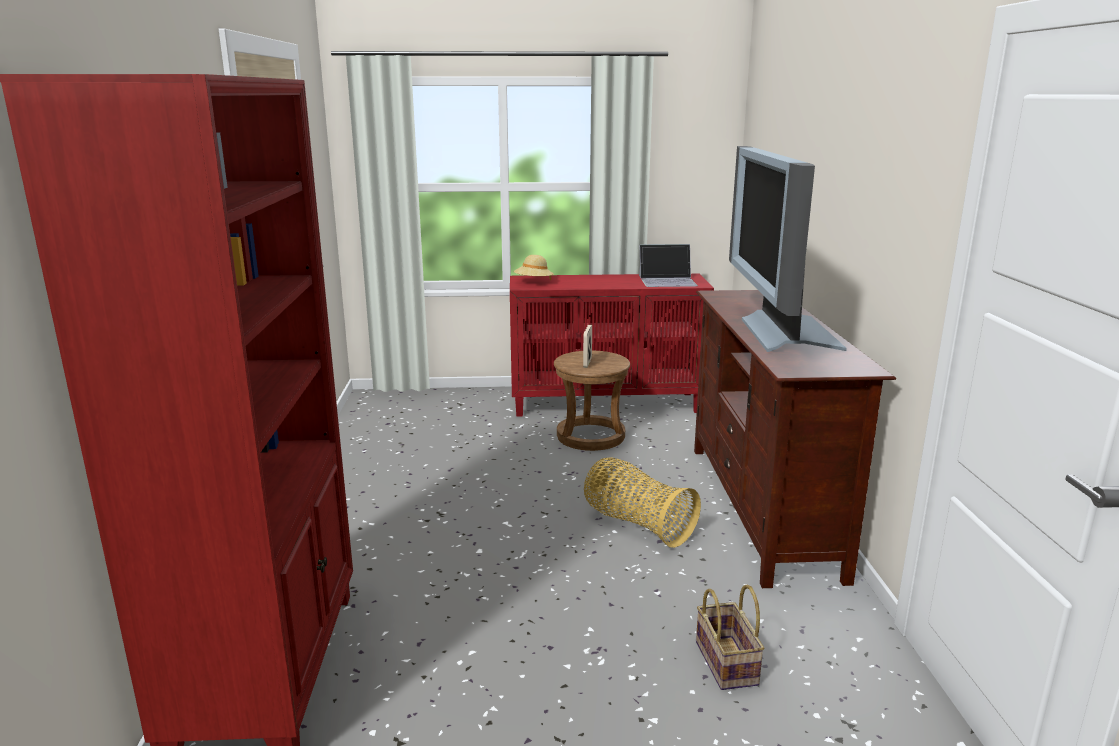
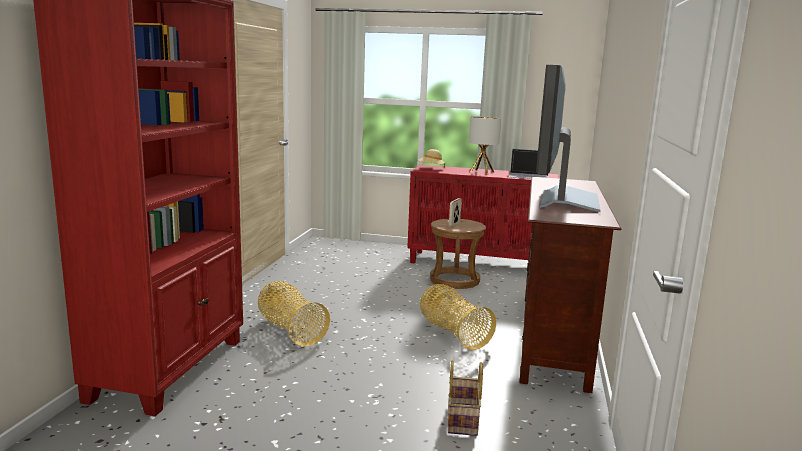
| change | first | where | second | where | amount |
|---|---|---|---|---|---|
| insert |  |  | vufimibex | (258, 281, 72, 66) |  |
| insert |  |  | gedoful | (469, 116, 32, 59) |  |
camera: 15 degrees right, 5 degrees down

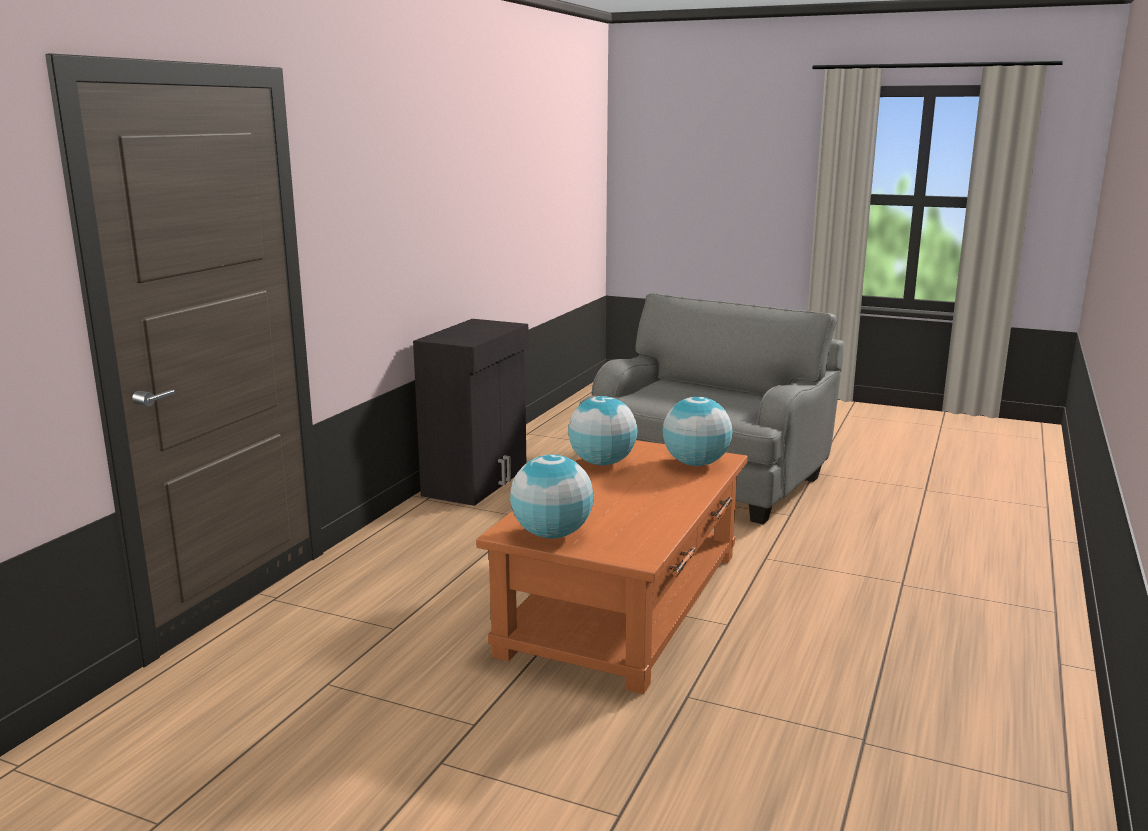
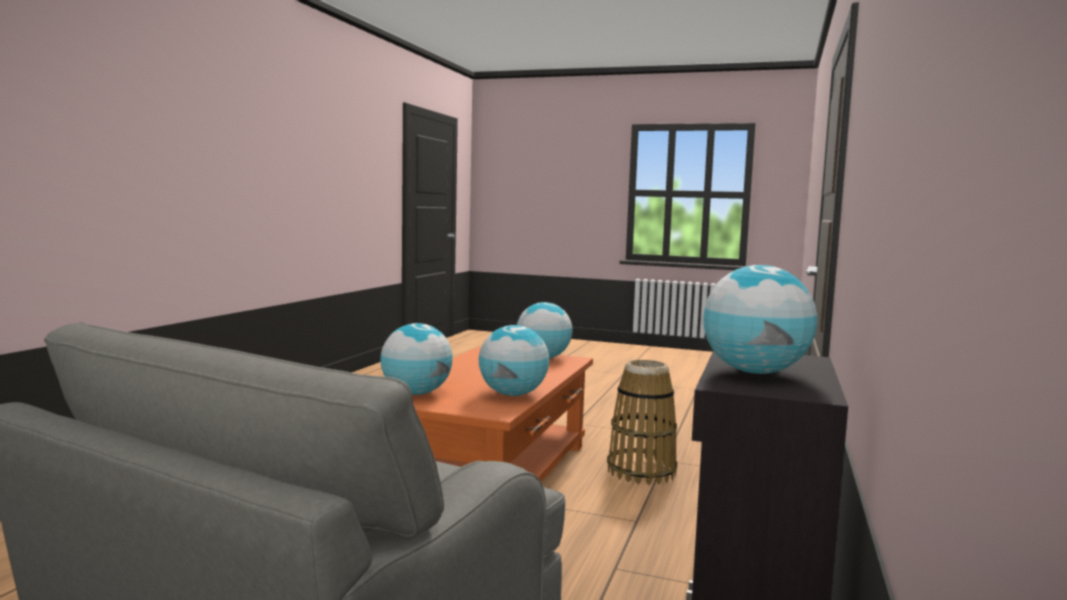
| change | first | where | second | where | amount |
|---|---|---|---|---|---|
| insert |  |  | vufimibex | (607, 360, 70, 125) |  |
| insert |  |  | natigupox | (703, 265, 114, 109) |  |
camera: 175 degrees right, 10 degrees down

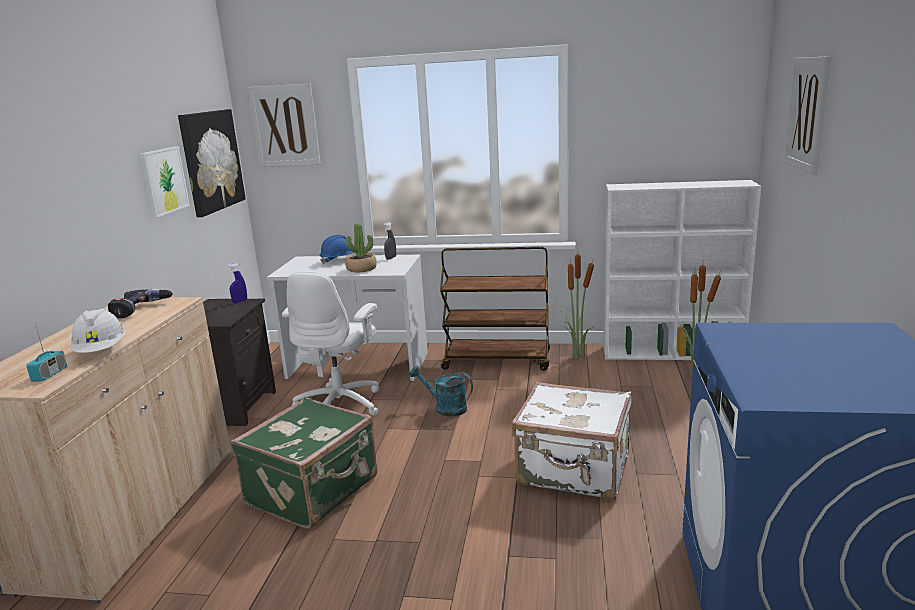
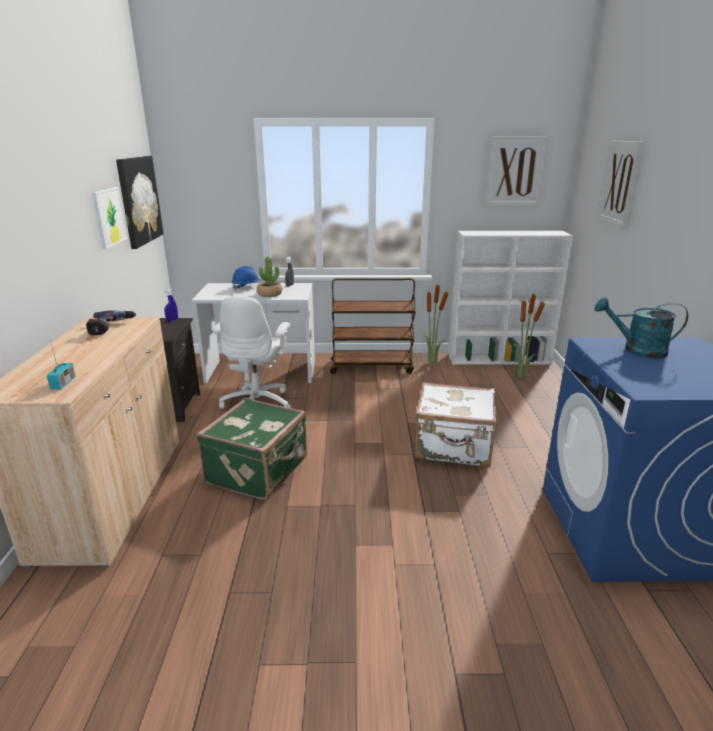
| change | first | where | second | where | amount |
|---|---|---|---|---|---|
| move | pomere | (248, 84, 73, 83) |  | (486, 137, 62, 69) |  |
| move | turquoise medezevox | (410, 366, 63, 51) |  | (594, 297, 94, 61) |  |
| delete | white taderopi | (70, 309, 56, 44) |  |  |  |
camera: 10 degrees left, 5 degrees up

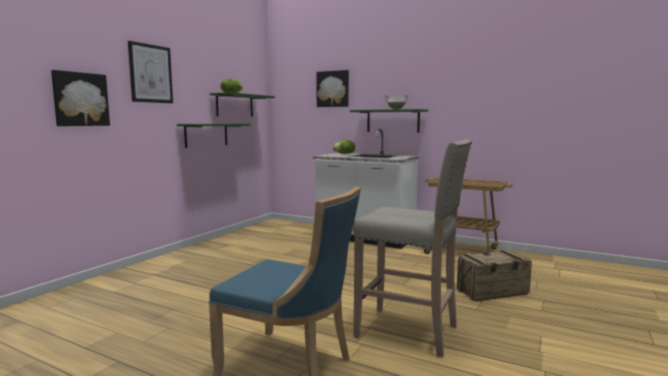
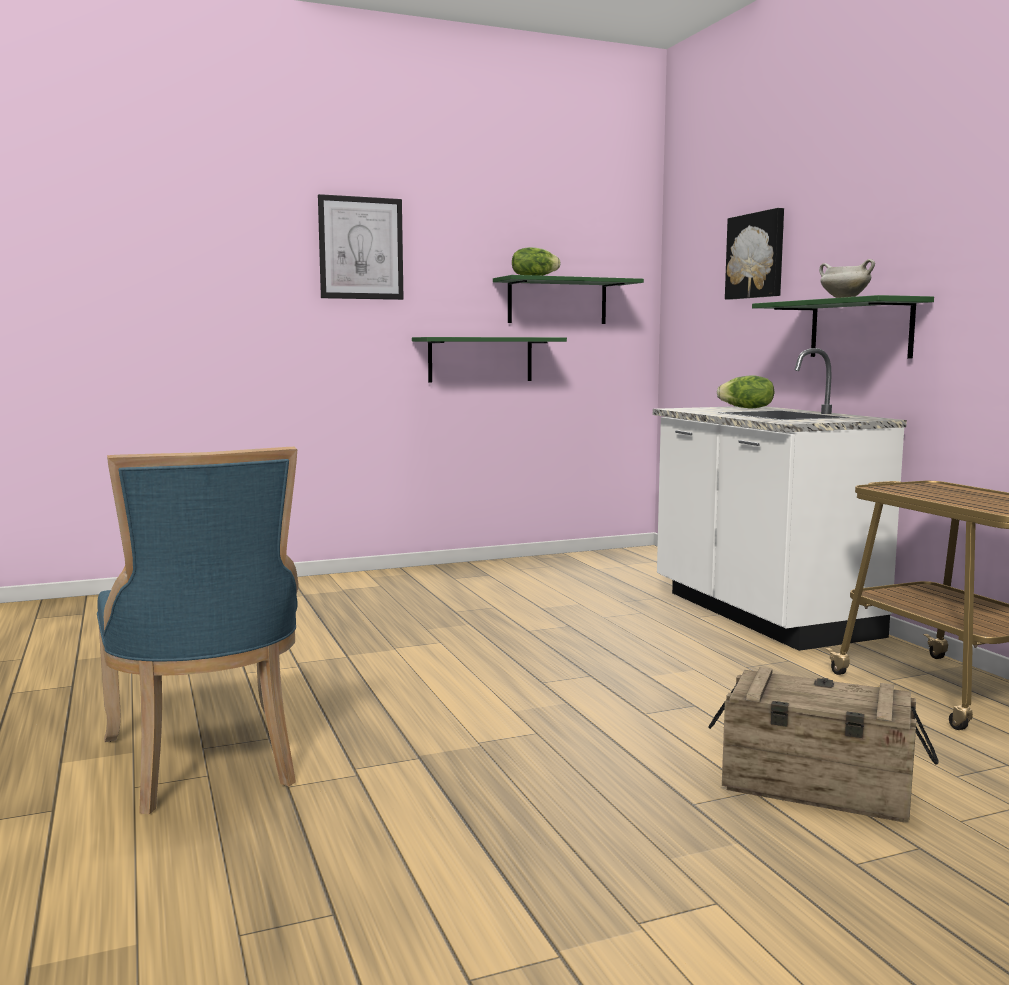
| change | first | where | second | where | amount |
|---|---|---|---|---|---|
| delete | pomere | (51, 70, 59, 56) |  |  |  |
| delete | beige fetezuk | (353, 139, 119, 219) |  |  |  |
camera: 40 degrees right, 0 degrees up

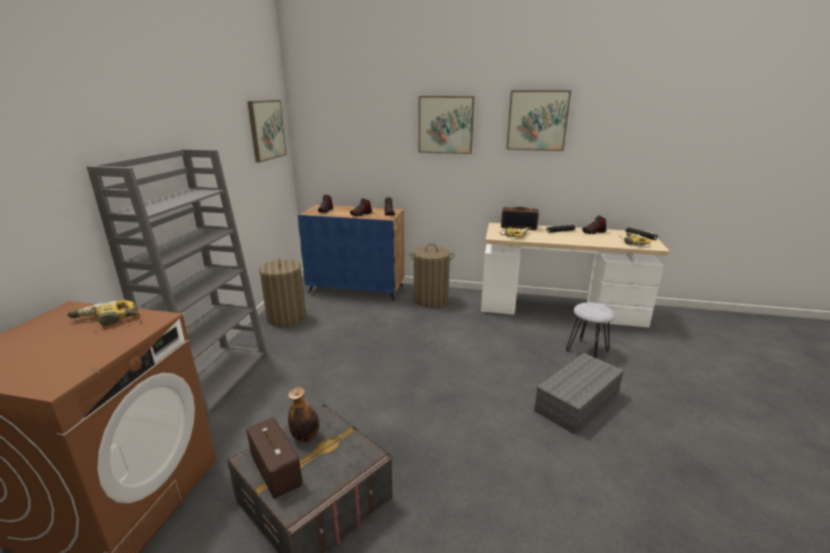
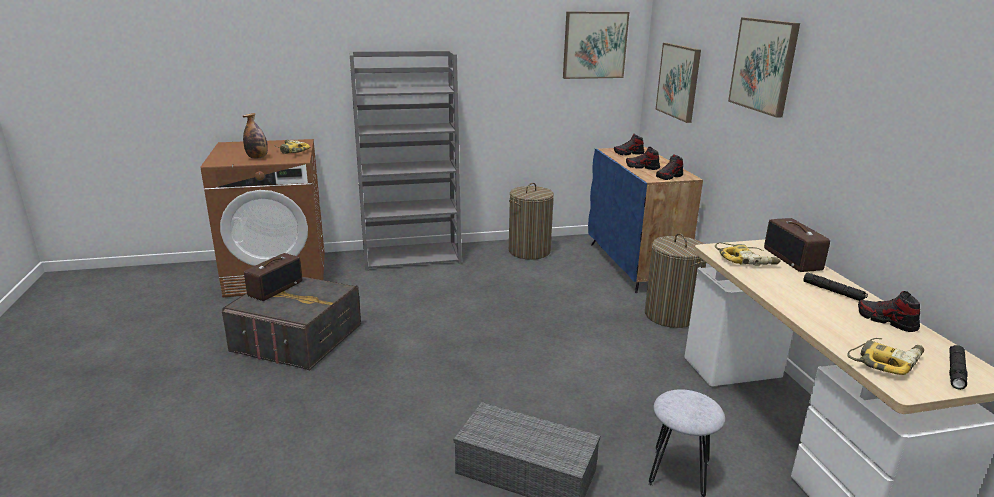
| change | first | where | second | where | amount |
|---|---|---|---|---|---|
| move | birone | (288, 387, 31, 55) |  | (243, 113, 25, 46) |  |
| move | pomere | (506, 90, 65, 61) |  | (655, 43, 46, 80) |  |
camera: 65 degrees right, 0 degrees up

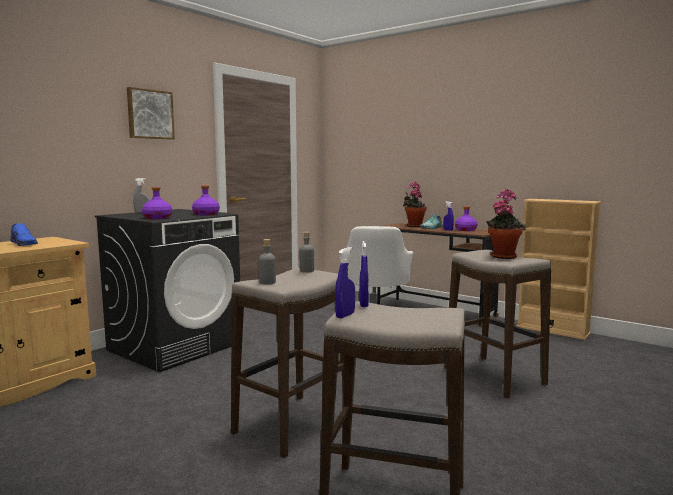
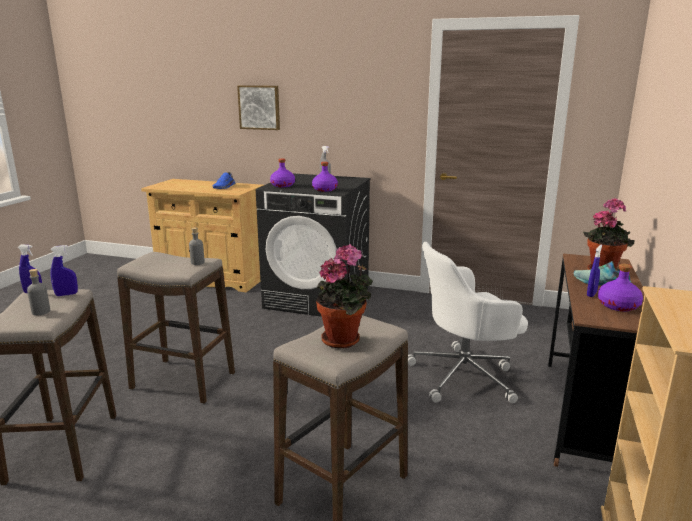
| change | first | where | second | where | amount |
|---|---|---|---|---|---|
| move | grey birone | (259, 239, 17, 46) |  | (27, 269, 23, 46) |  |
| move | pomere | (127, 87, 48, 53) |  | (237, 85, 43, 45) |  |
camera: 70 degrees right, 10 degrees up

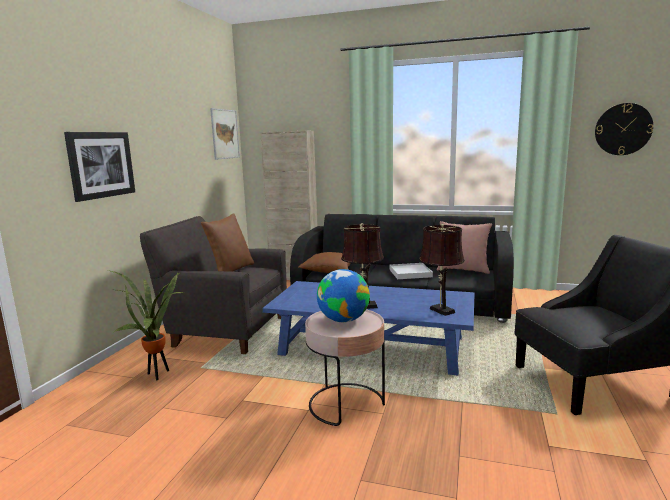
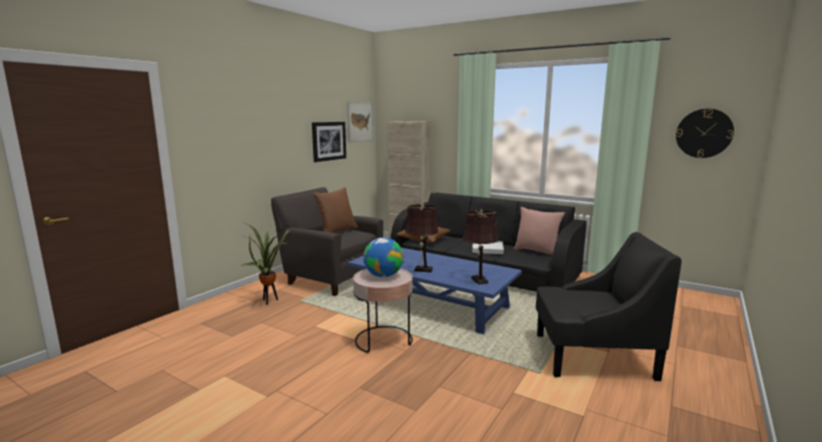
| change | first | where | second | where | amount |
|---|---|---|---|---|---|
| move | pomere | (64, 132, 71, 70) |  | (312, 122, 34, 40) |  |
camera: 15 degrees right, 0 degrees up

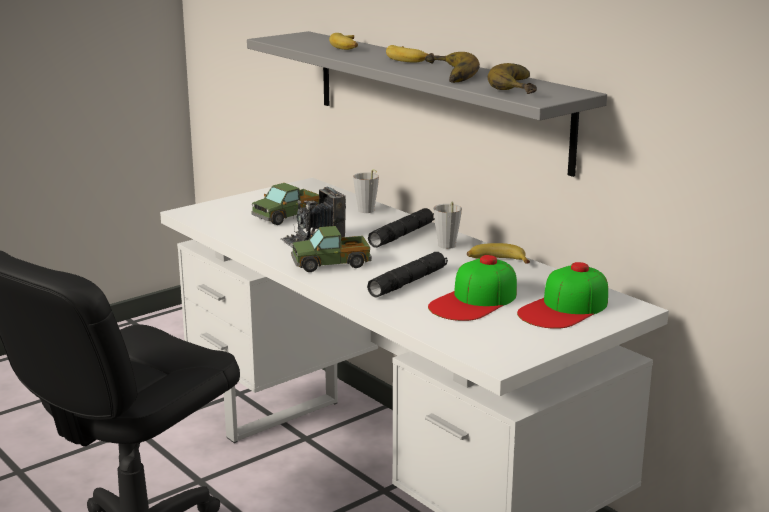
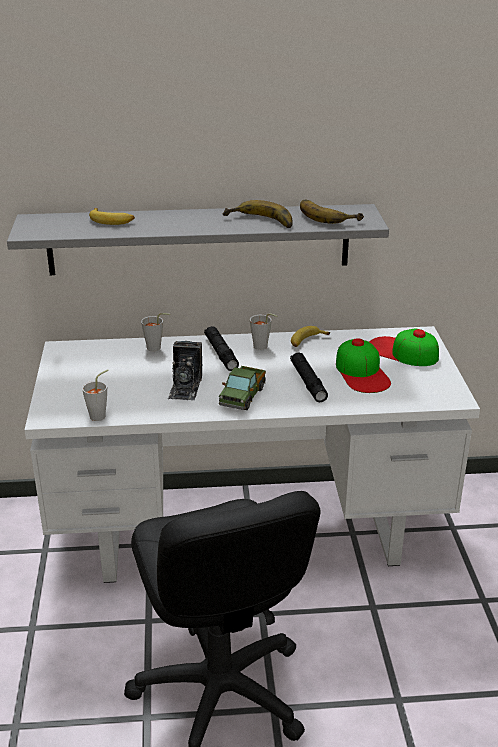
| change | first | where | second | where | amount |
|---|---|---|---|---|---|
| insert |  |  | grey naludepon | (82, 369, 27, 52) |  |
| rotate | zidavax | (517, 262, 91, 67) |  | (369, 329, 70, 37) | 135 degrees clockwise |
| delete | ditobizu | (252, 183, 67, 42) |  |  |  |
| delete | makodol | (386, 45, 43, 18) |  |  |  |
camera: 55 degrees left, 10 degrees up

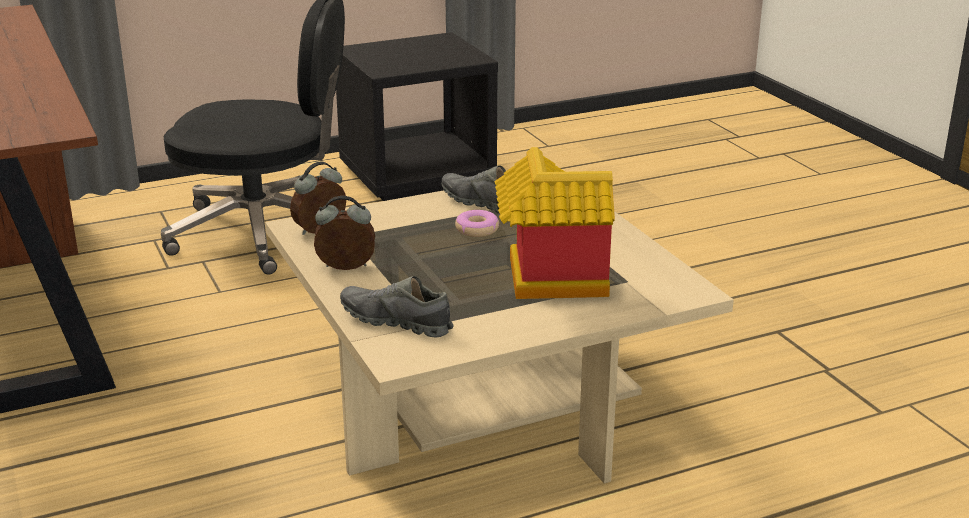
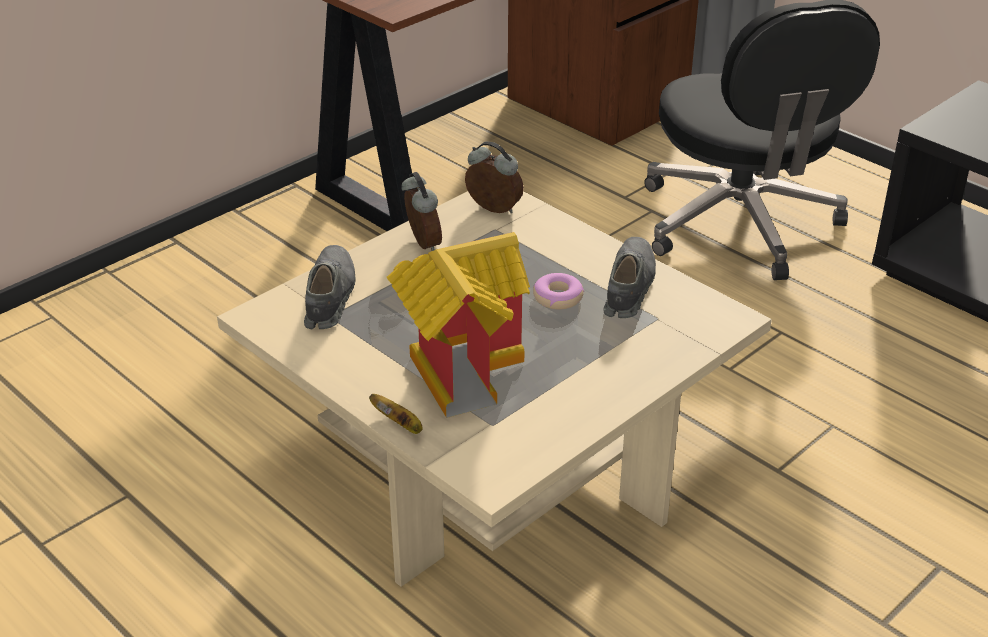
| change | first | where | second | where | amount |
|---|---|---|---|---|---|
| insert |  |  | makodol | (369, 394, 54, 40) |  |
camera: 70 degrees right, 10 degrees up

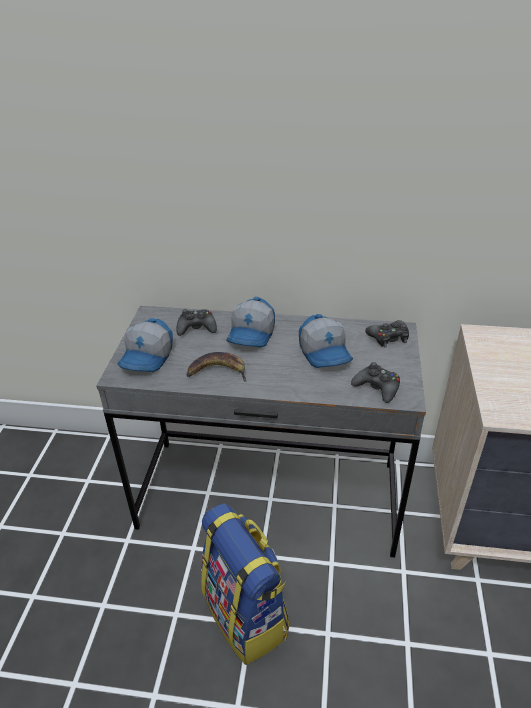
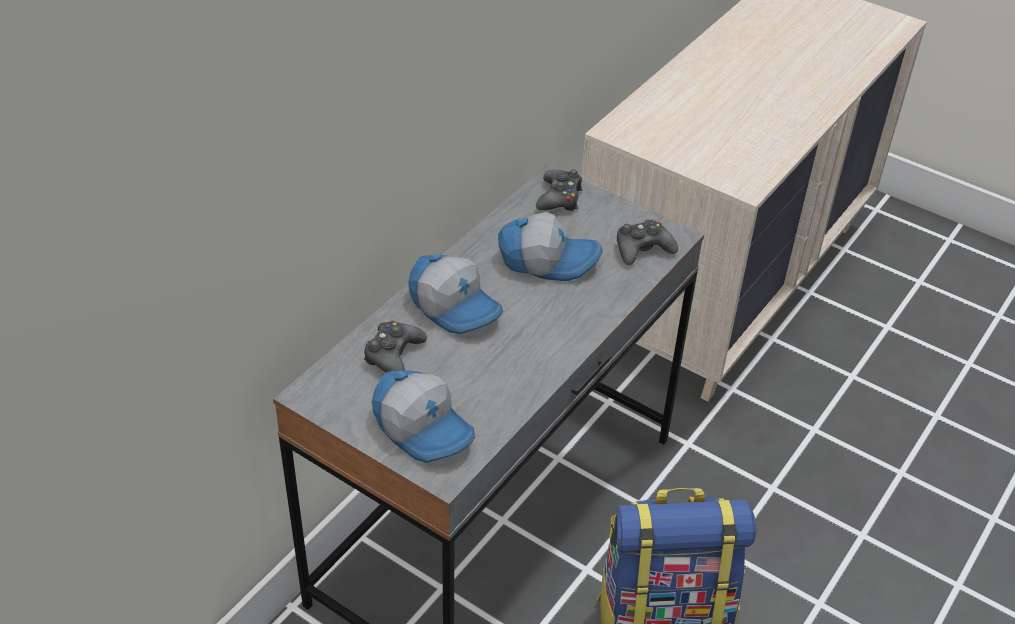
| change | first | where | second | where | amount |
|---|---|---|---|---|---|
| delete | makodol | (186, 352, 61, 30) |  |  |  |
camera: 65 degrees left, 5 degrees up

